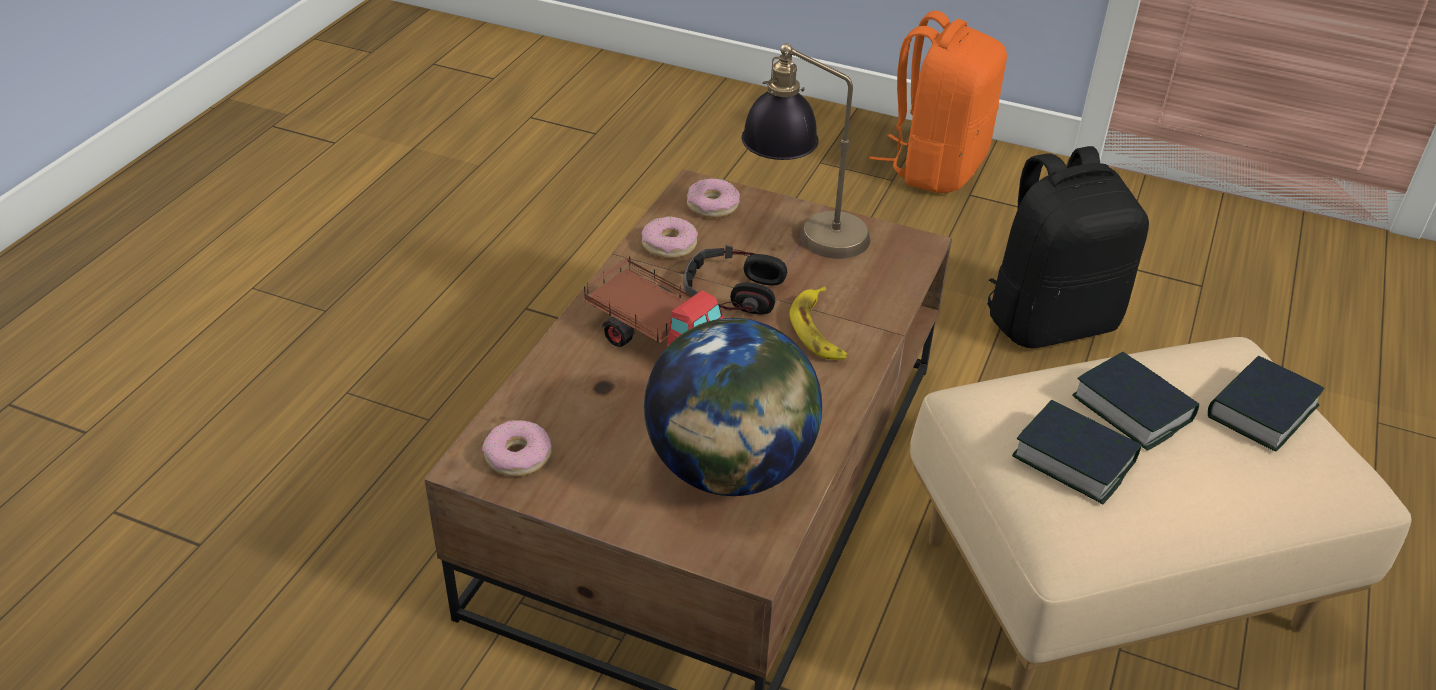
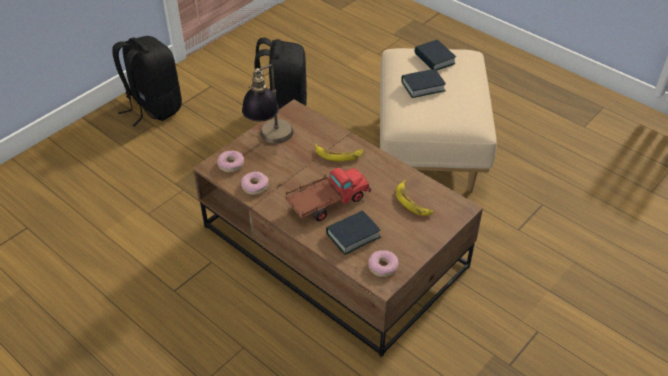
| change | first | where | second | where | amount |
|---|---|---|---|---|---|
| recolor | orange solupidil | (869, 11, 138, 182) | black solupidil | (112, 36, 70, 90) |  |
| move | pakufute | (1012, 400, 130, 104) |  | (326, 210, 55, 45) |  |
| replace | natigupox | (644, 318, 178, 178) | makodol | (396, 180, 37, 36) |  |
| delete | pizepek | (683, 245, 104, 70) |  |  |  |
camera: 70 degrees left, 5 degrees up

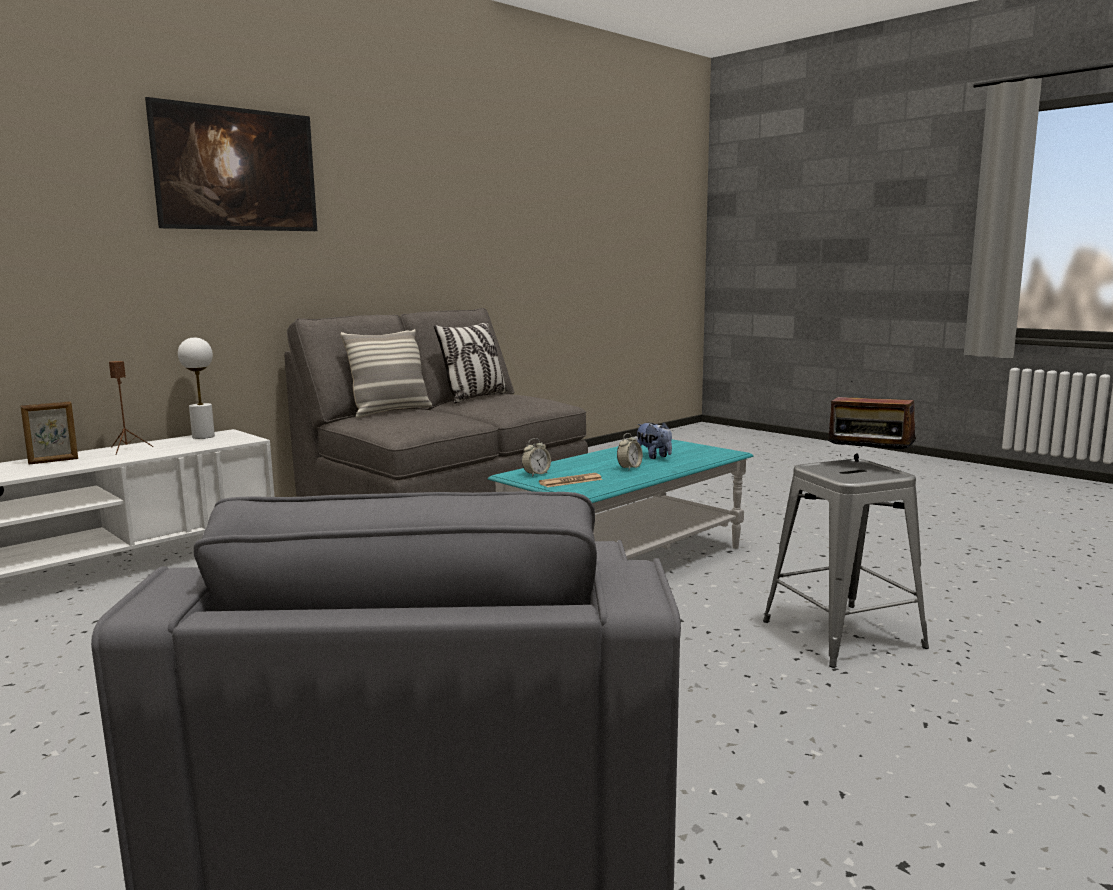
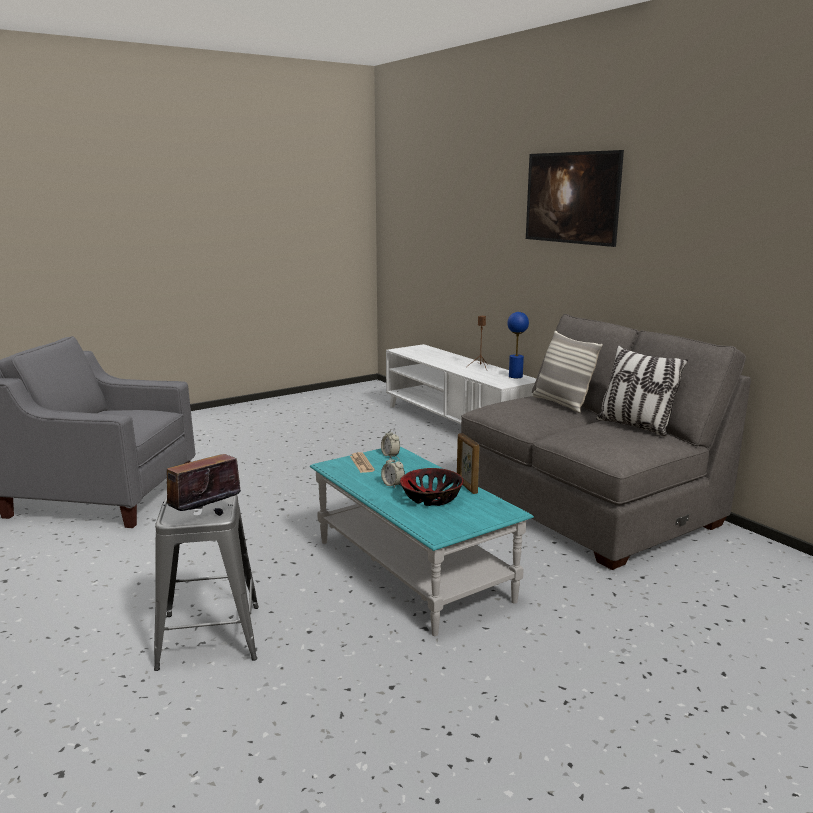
| change | first | where | second | where | amount |
|---|---|---|---|---|---|
| replace | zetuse | (636, 422, 36, 37) | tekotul | (400, 468, 64, 38) |  |
| move | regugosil | (20, 401, 58, 64) |  | (457, 433, 23, 61) |  |
| recolor | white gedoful | (178, 337, 37, 102) | blue gedoful | (507, 312, 22, 66) |  |
camera: 100 degrees right, 5 degrees up

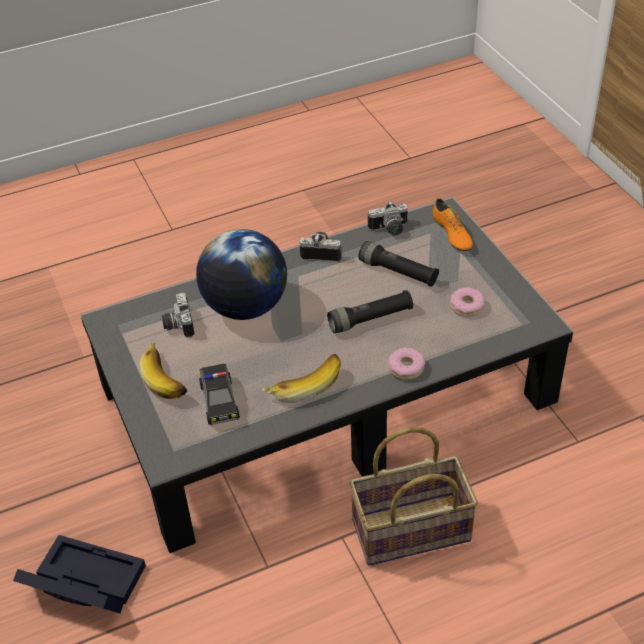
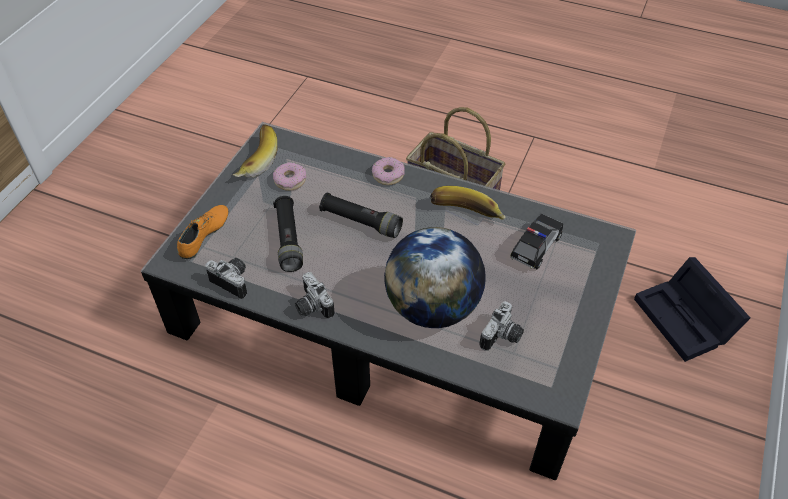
| change | first | where | second | where | amount |
|---|---|---|---|---|---|
| move | makodol | (140, 341, 48, 58) |  | (232, 125, 46, 53) |  |
camera: 135 degrees left, 5 degrees up

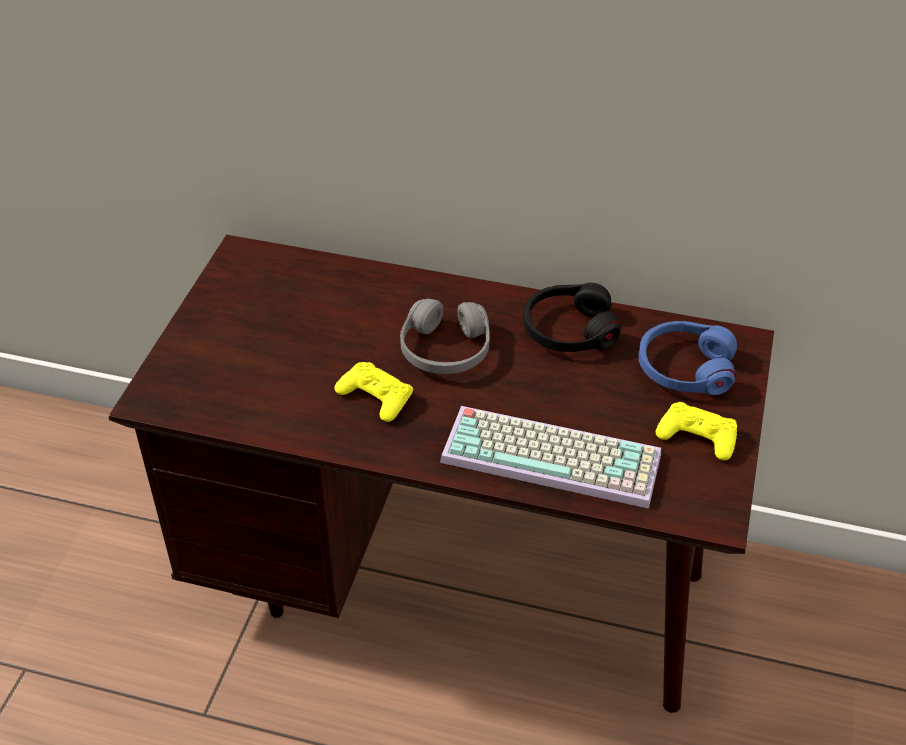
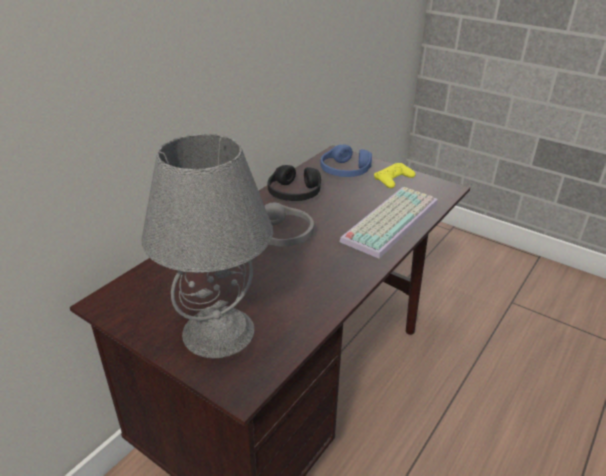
| change | first | where | second | where | amount |
|---|---|---|---|---|---|
| insert |  |  | grey gedoful | (141, 134, 132, 224) |  |
| delete | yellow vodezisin | (334, 362, 79, 60) |  |  |  |
camera: 70 degrees left, 10 degrees down

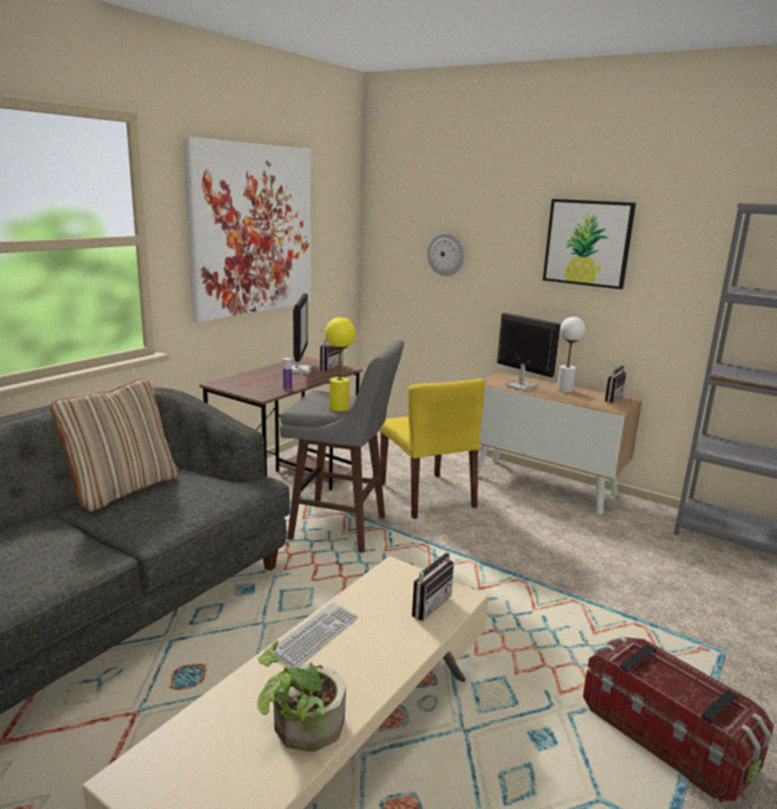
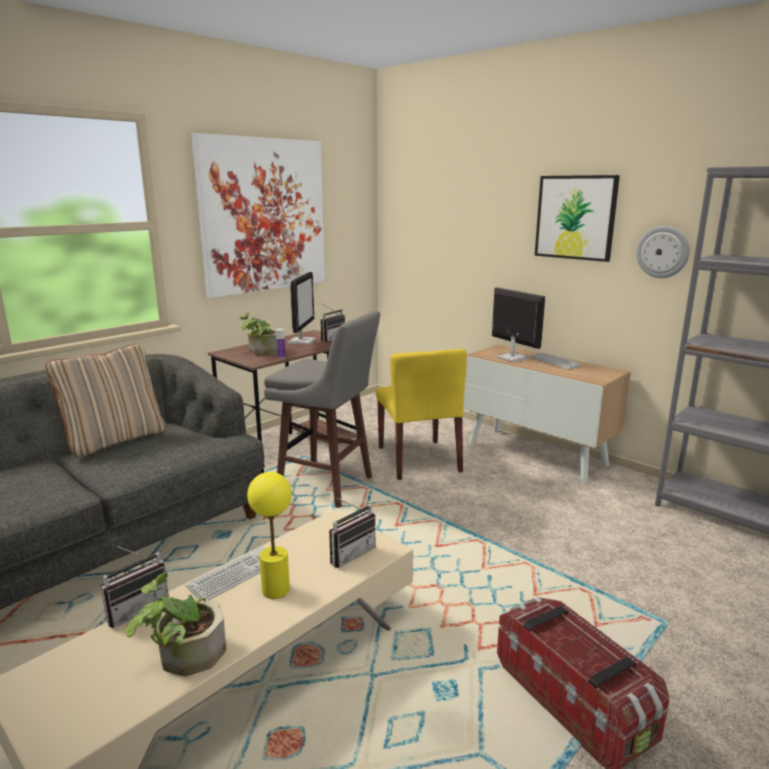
| change | first | where | second | where | amount |
|---|---|---|---|---|---|
| move | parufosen | (605, 359, 21, 44) |  | (101, 544, 68, 84) |  |
| insert |  |  | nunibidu | (240, 312, 37, 43) |  |
| move | yellow gedoful | (325, 317, 31, 95) |  | (247, 472, 45, 127) |  |
| replace | white gedoful | (557, 317, 29, 76) | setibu | (529, 352, 53, 18) |  |
| move | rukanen | (427, 233, 38, 43) |  | (636, 226, 54, 52) |  |
camera: 10 degrees right, 0 degrees up

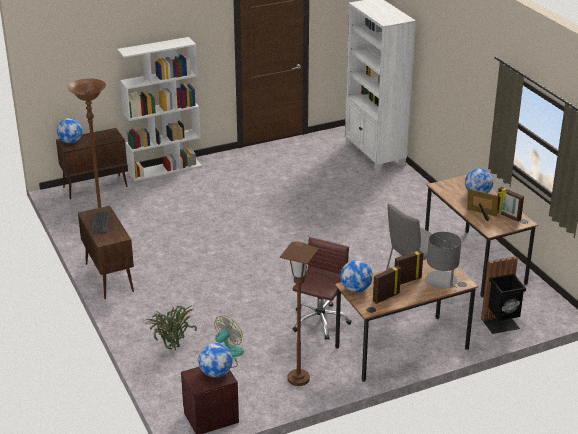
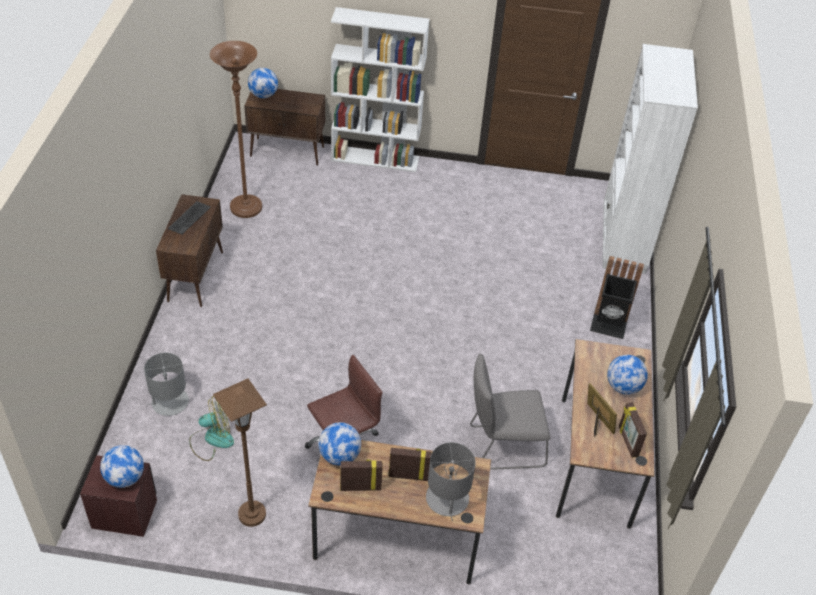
| change | first | where | second | where | amount |
|---|---|---|---|---|---|
| replace | nunibidu | (145, 306, 52, 44) | grey gedoful | (144, 353, 45, 63) |  |
| move | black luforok | (481, 256, 45, 78) |  | (590, 256, 54, 83) |  |
camera: 30 degrees right, 15 degrees up

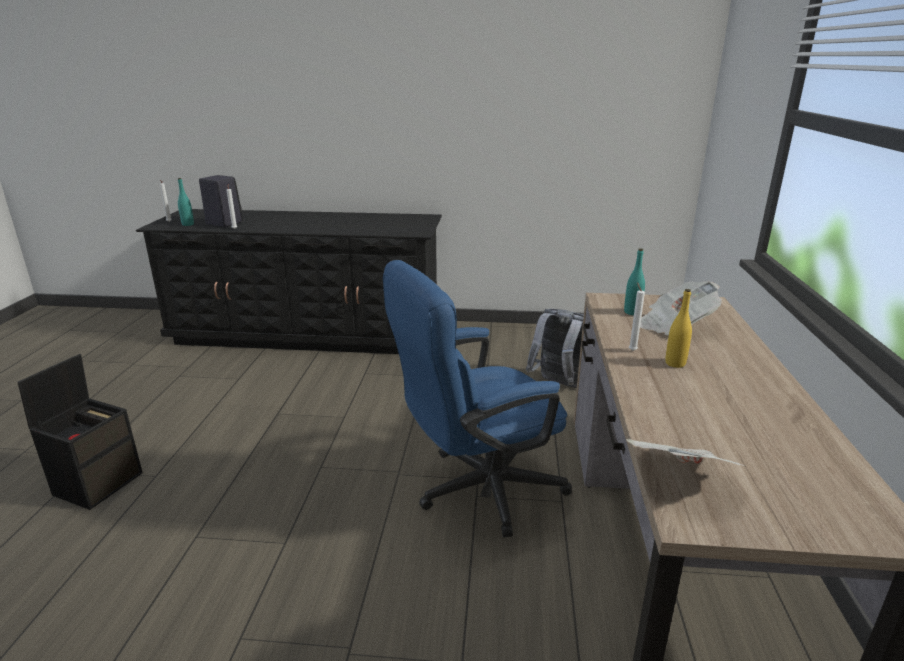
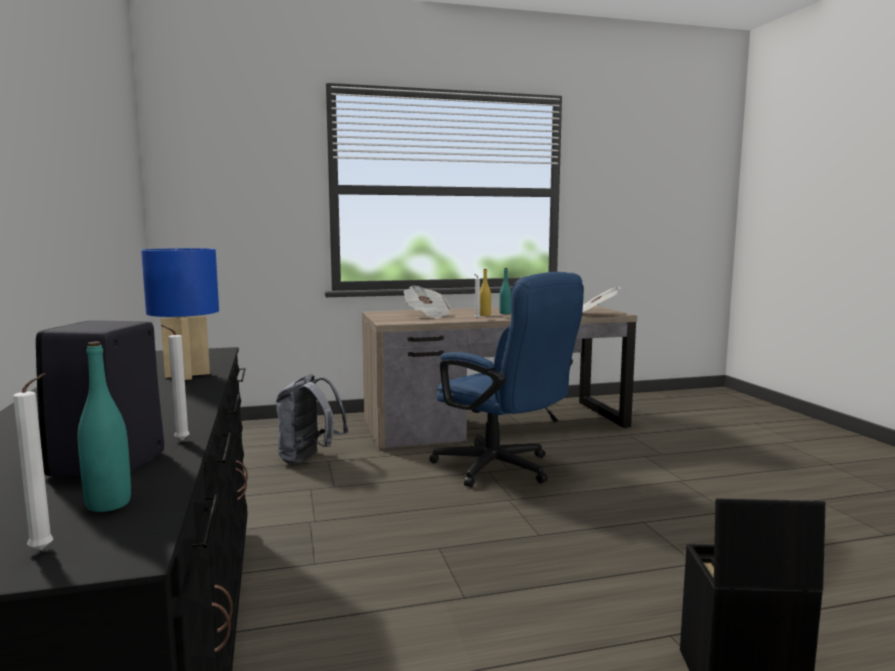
| change | first | where | second | where | amount |
|---|---|---|---|---|---|
| insert |  |  | blue gedoful | (141, 248, 78, 132) |  |
| move | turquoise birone | (624, 249, 21, 66) |  | (499, 268, 12, 46) |  |
camera: 110 degrees left, 15 degrees down

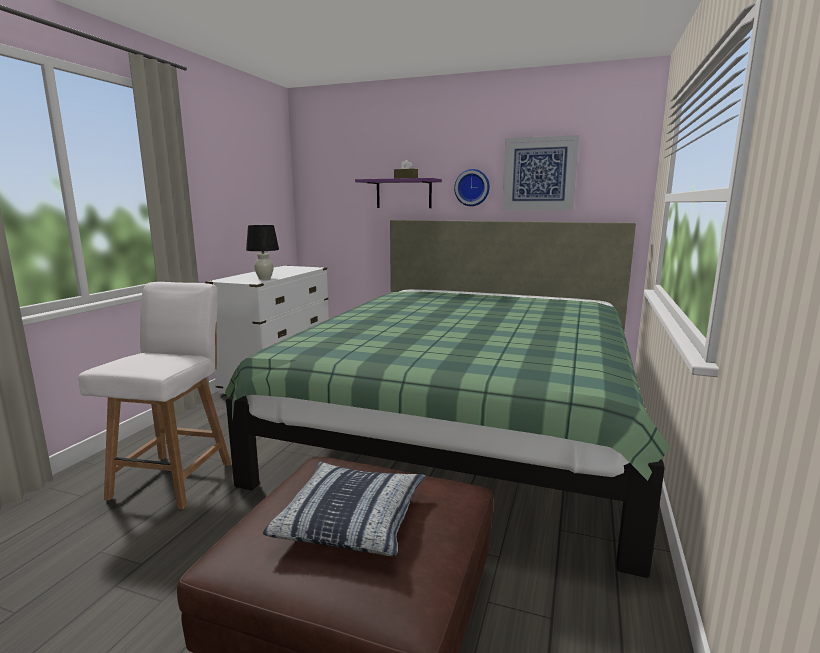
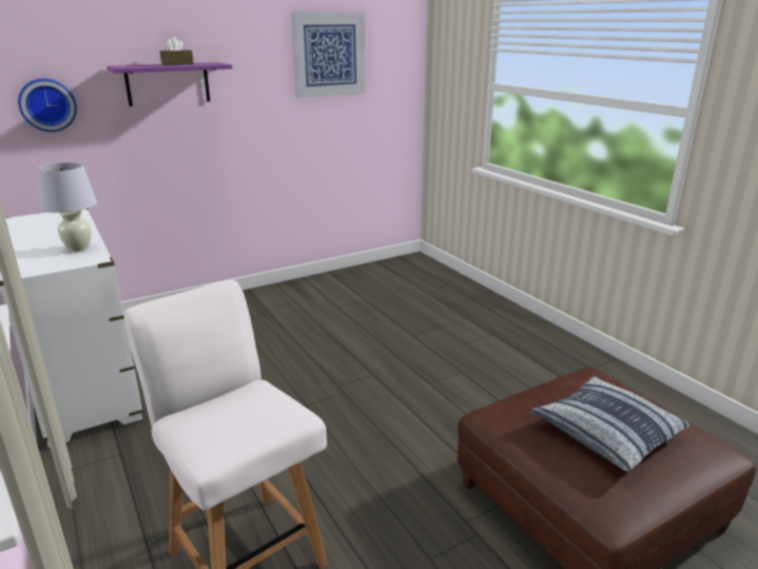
| change | first | where | second | where | amount |
|---|---|---|---|---|---|
| move | rukanen | (454, 169, 36, 37) |  | (18, 79, 59, 53) |  |
| recolor | black gedoful | (246, 225, 33, 55) | white gedoful | (37, 162, 60, 90) |  |
| delete | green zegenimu | (225, 220, 446, 358) |  |  |  |
camera: 50 degrees left, 10 degrees up

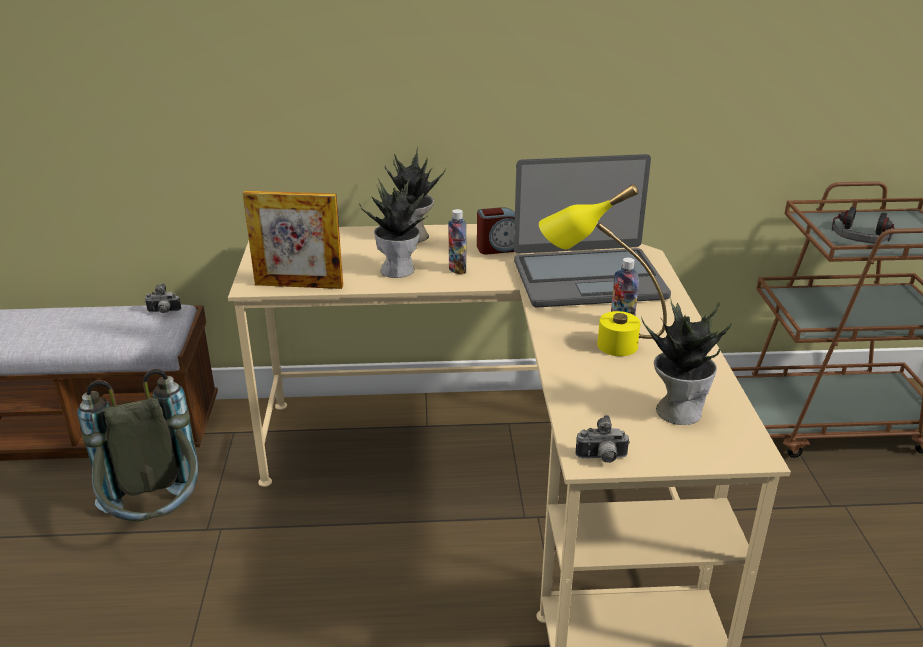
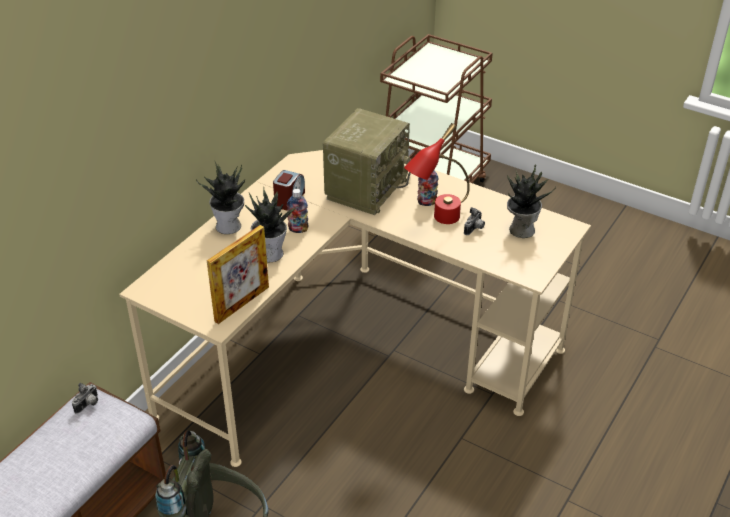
| change | first | where | second | where | amount |
|---|---|---|---|---|---|
| replace | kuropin | (514, 154, 157, 154) | parufosen | (323, 108, 88, 107) |  |
| recolor | yellow gedoful | (539, 184, 128, 172) | red gedoful | (404, 123, 66, 101) |  |
| move | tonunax | (575, 415, 55, 48) |  | (464, 207, 21, 28) |  |
| delete | pizepek | (832, 207, 63, 36) |  |  |  |
camera: 55 degrees left, 10 degrees up

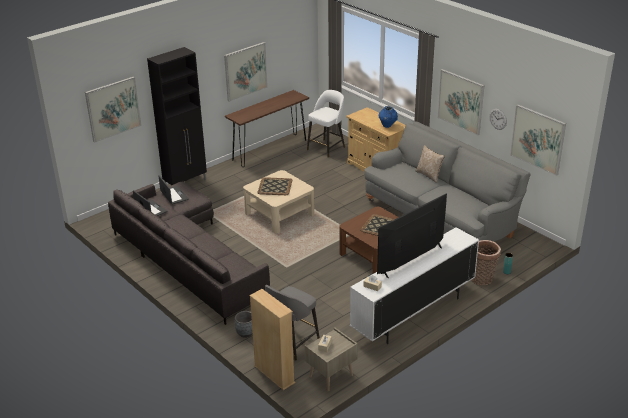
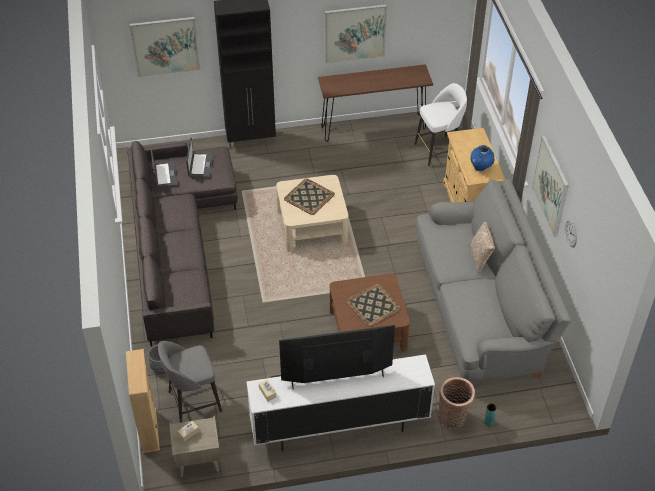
| change | first | where | second | where | amount |
|---|---|---|---|---|---|
| delete | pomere | (510, 104, 56, 72) |  |  |  |
camera: 30 degrees right, 15 degrees up

